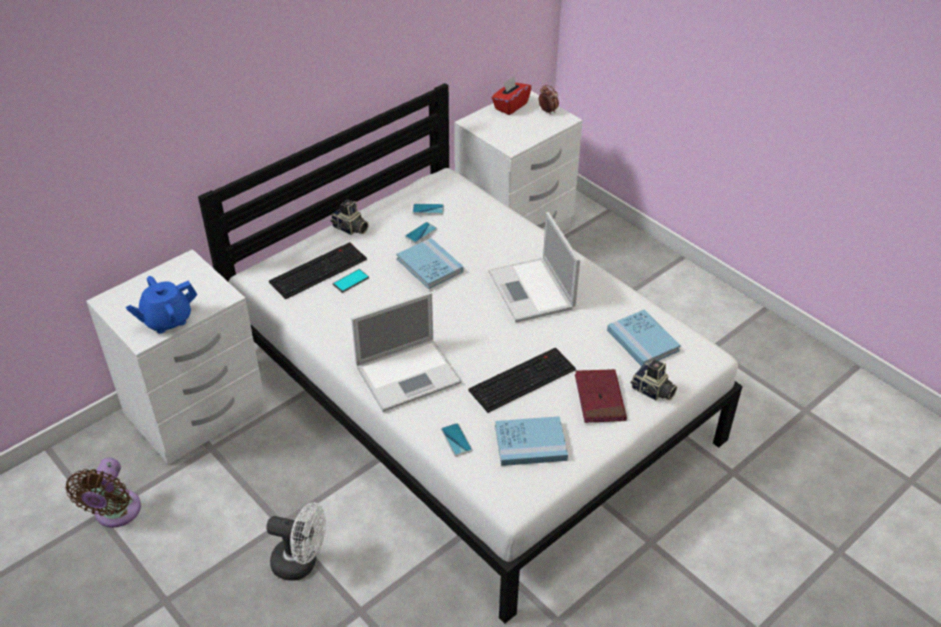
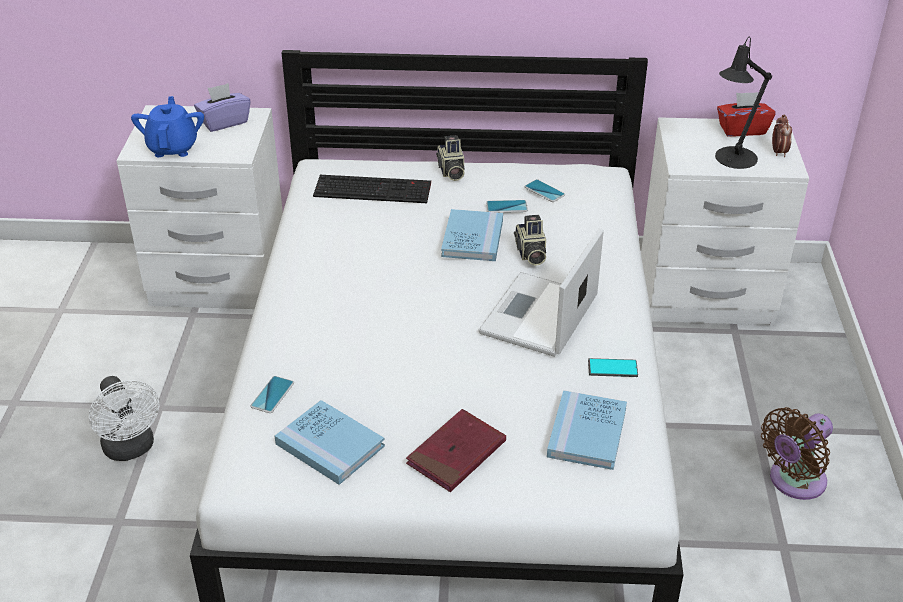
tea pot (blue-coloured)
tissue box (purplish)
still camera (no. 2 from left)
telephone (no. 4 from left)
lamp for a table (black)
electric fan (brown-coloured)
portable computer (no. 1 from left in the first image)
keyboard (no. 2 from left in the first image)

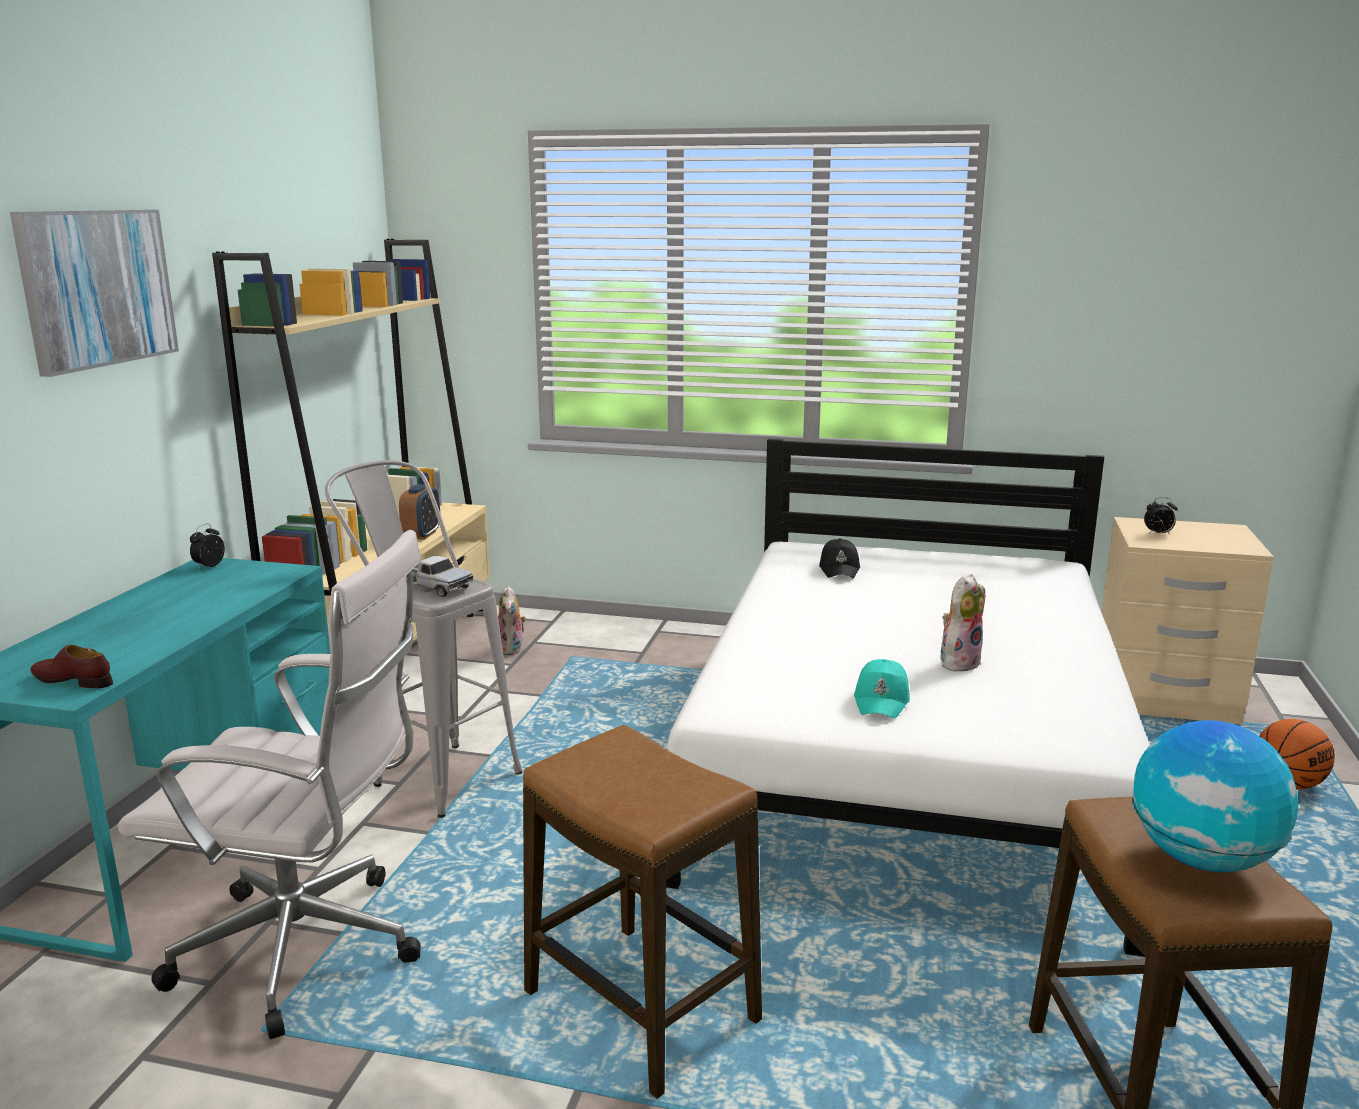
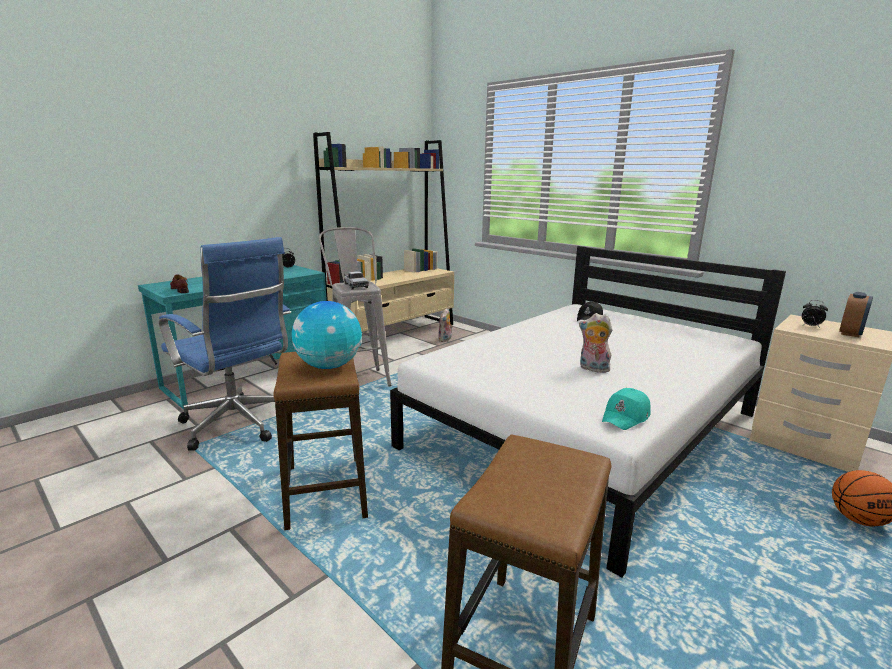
desk chair (blue-coloured)
world globe
cuddly toy (no. 2 from left)
cap (blue-green)
bedside clock (no. 3 from left)
picture

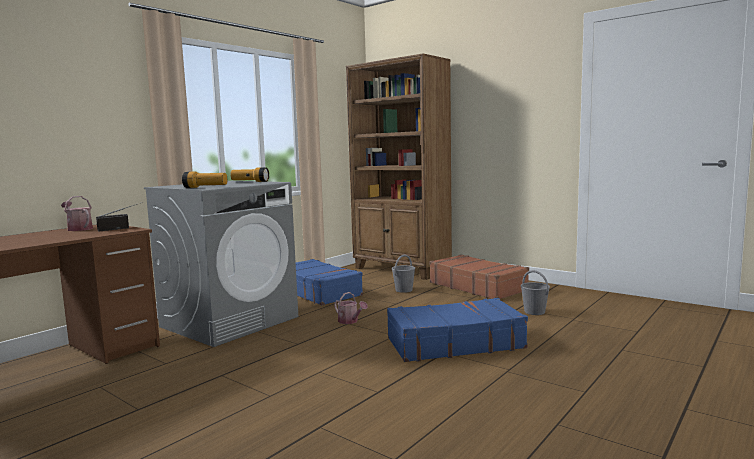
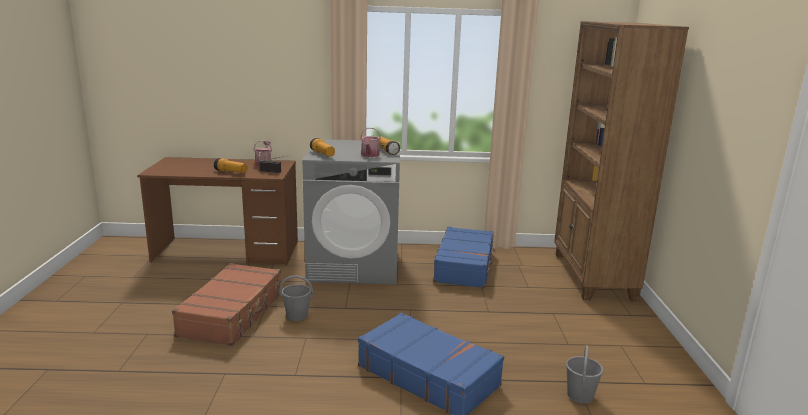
travel case (brown-coloured)
torch (no. 1 from left)
pail (gray) (no. 1 from left)
watering pot (no. 2 from left)

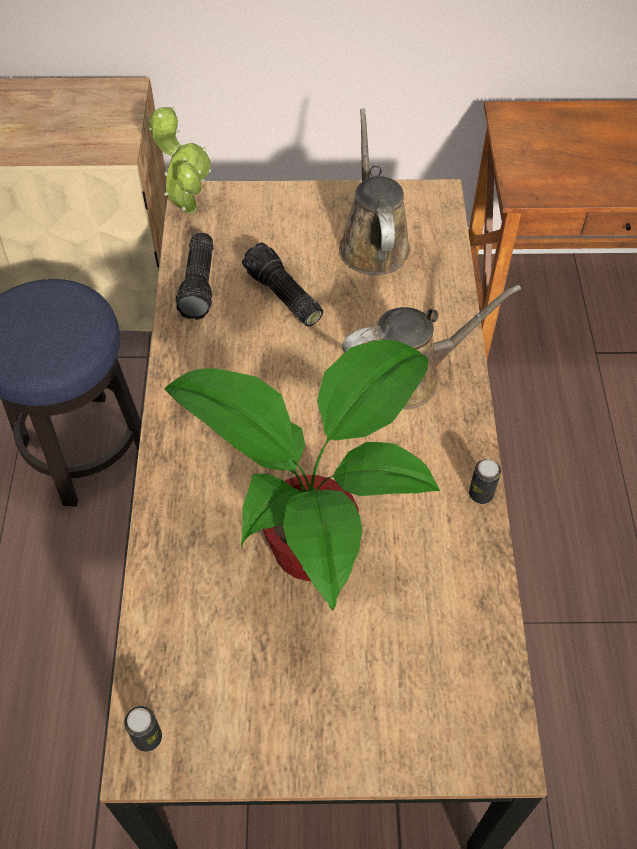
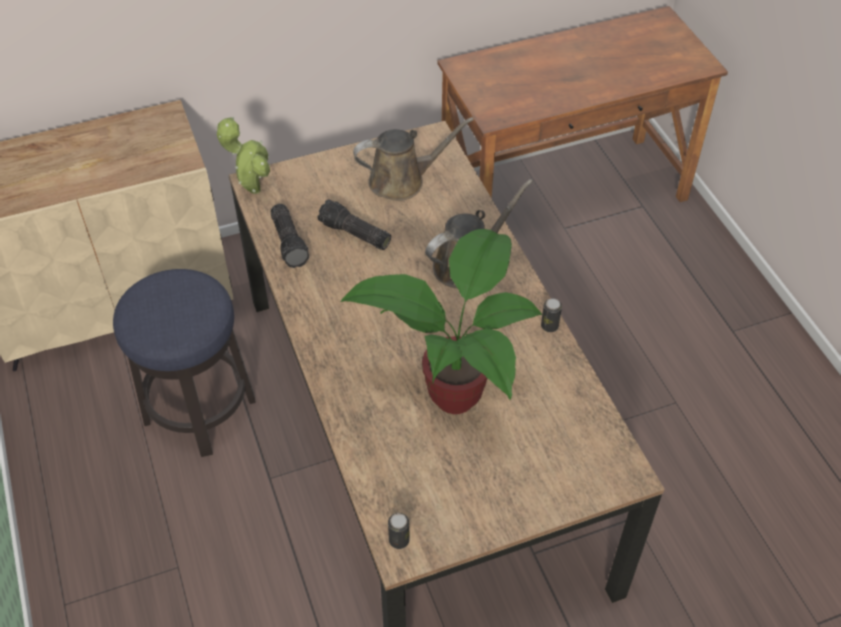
watering pot (brown-coloured) (no. 1 from left)

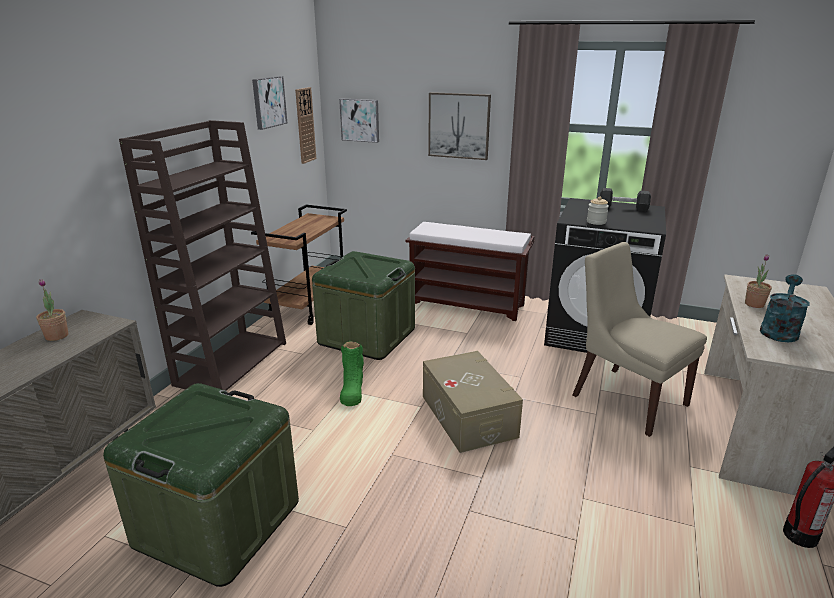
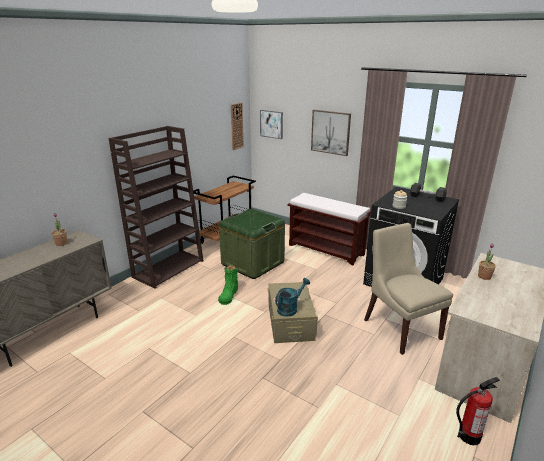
watering pot (blue-green)
storage container (greenish) (no. 1 from left in the first image)
picture (no. 1 from left in the first image)

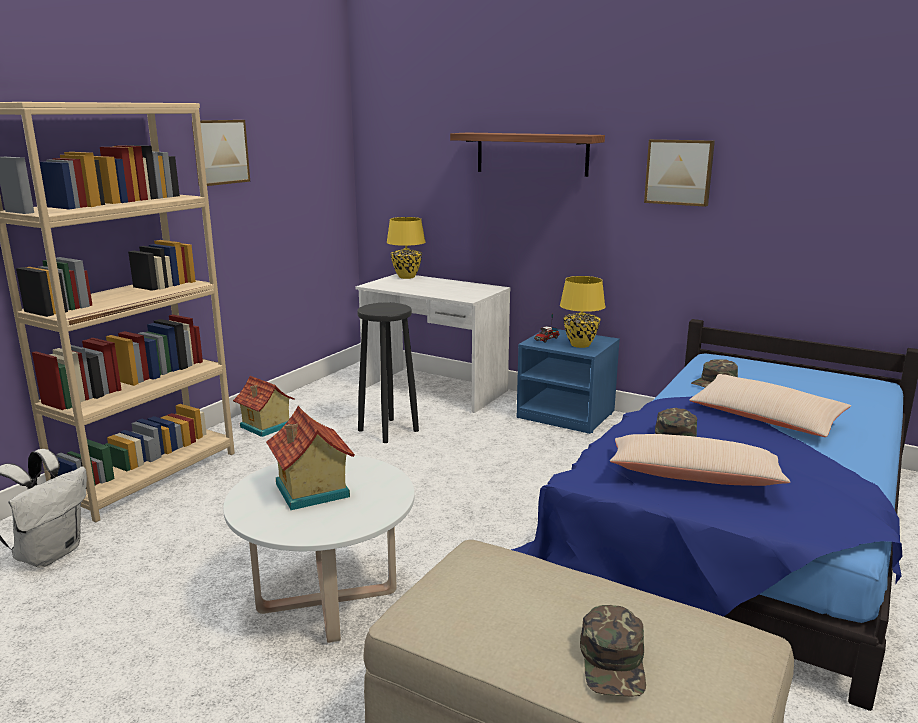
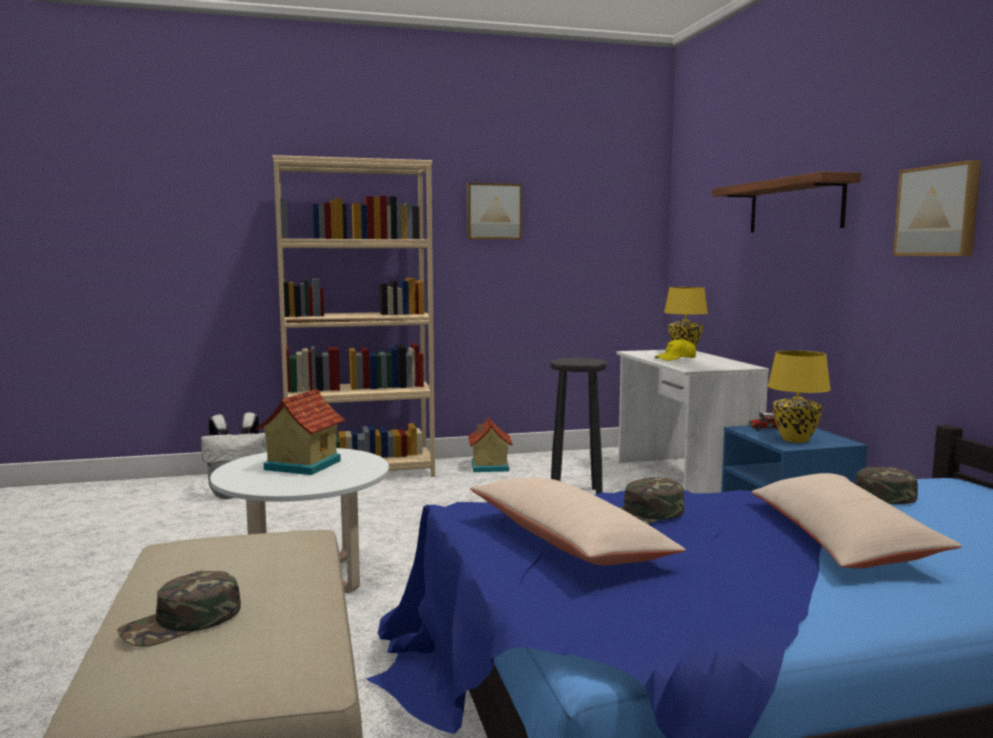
cap (yellow)

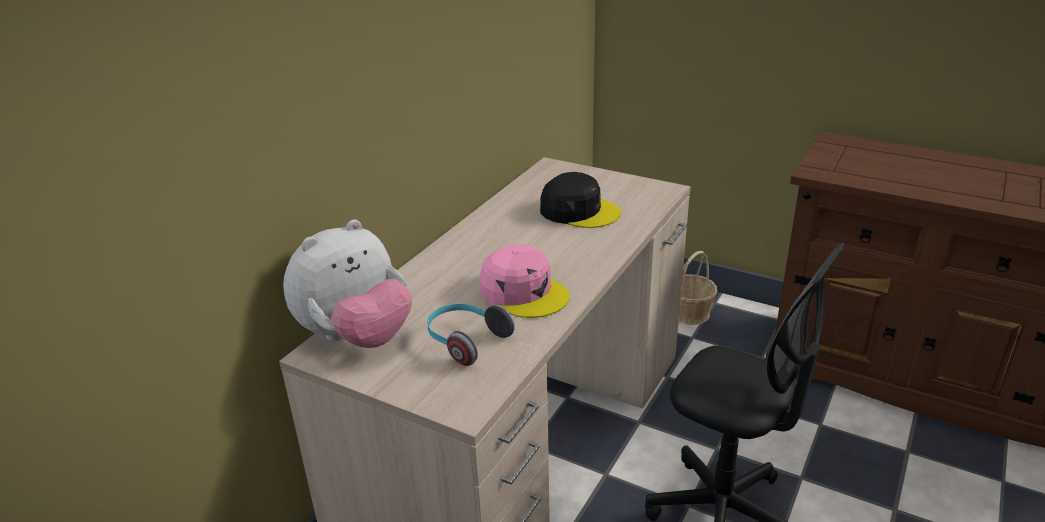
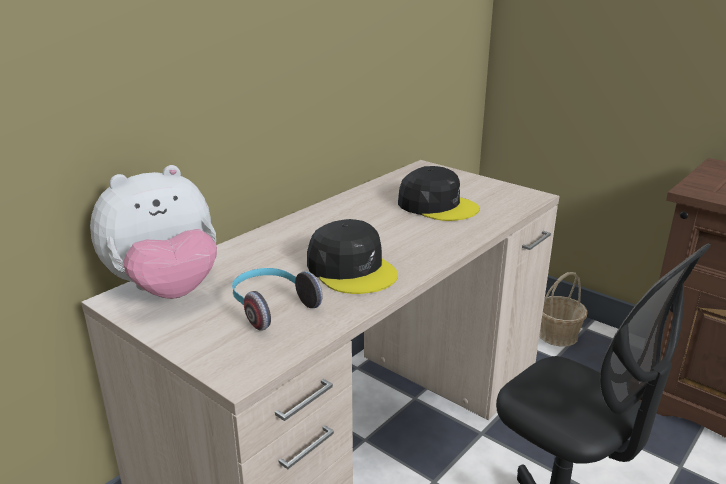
cap (black) (no. 1 from left)

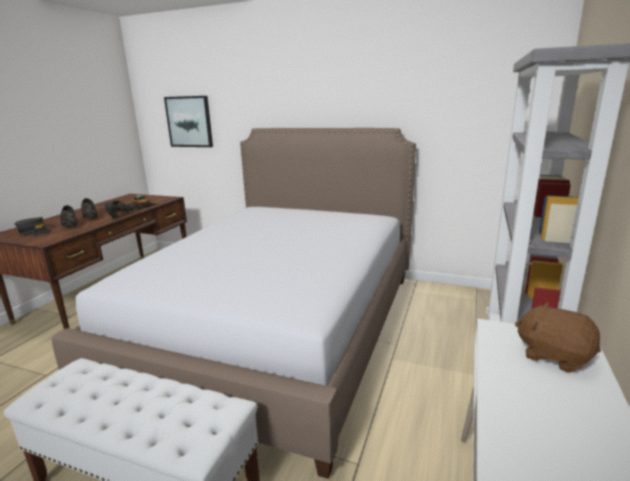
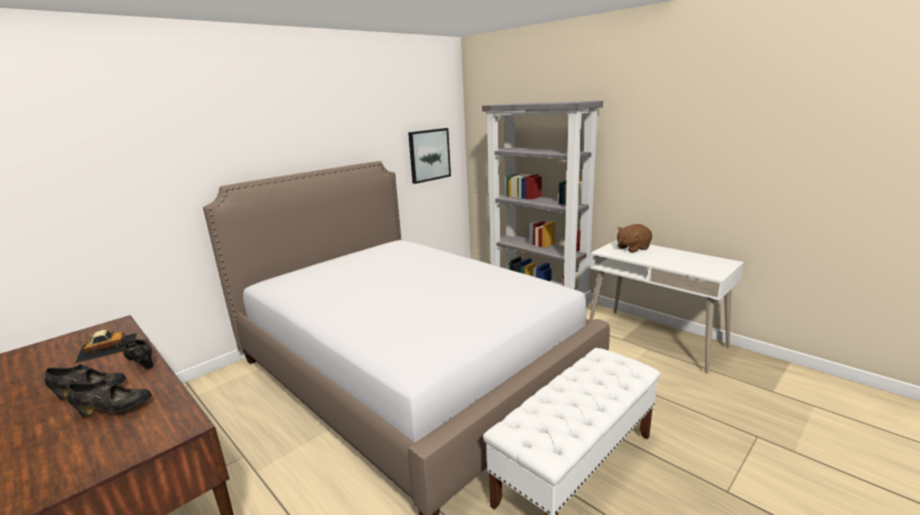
picture
cap (gray)

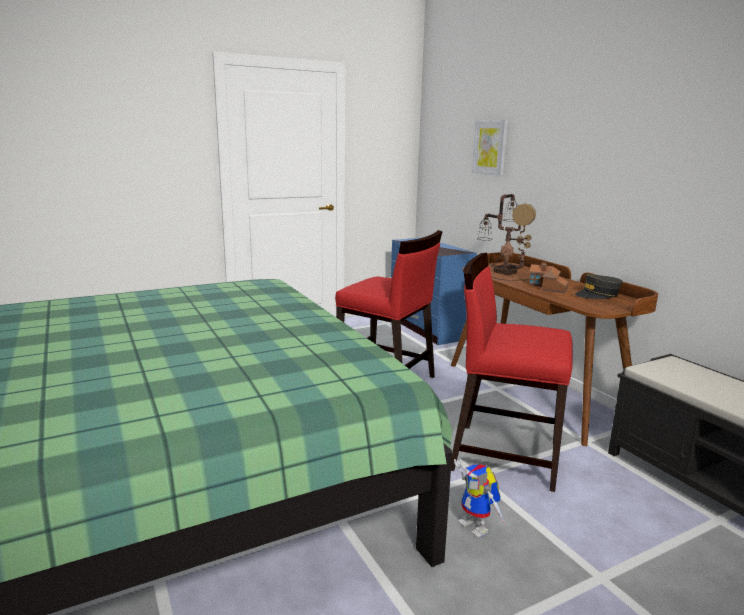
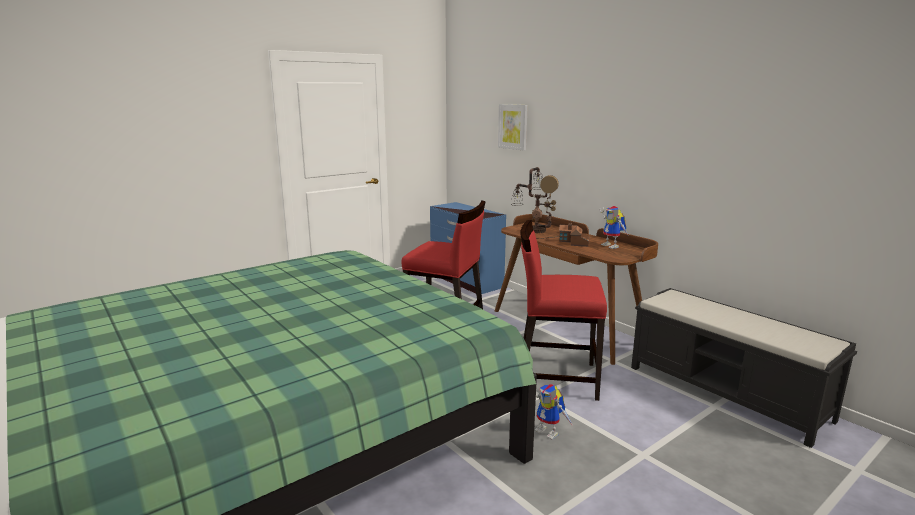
robot figure (no. 2 from left)

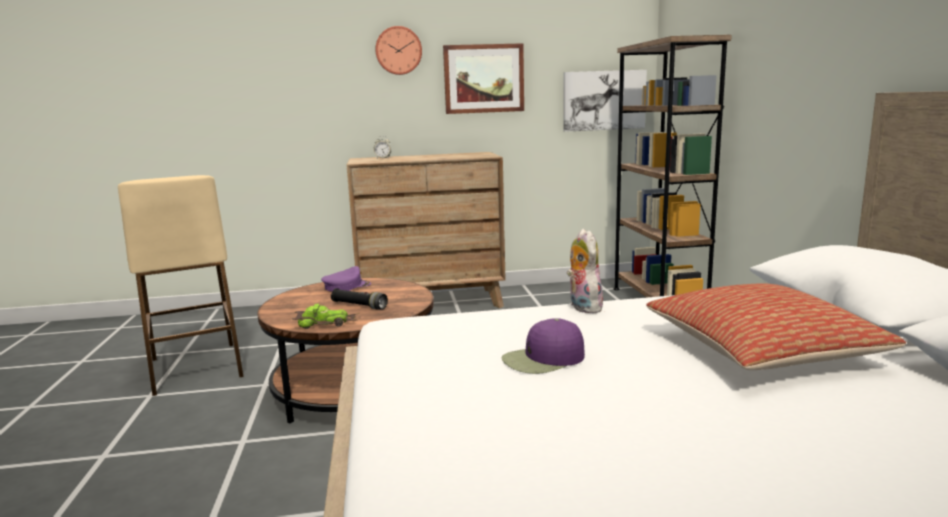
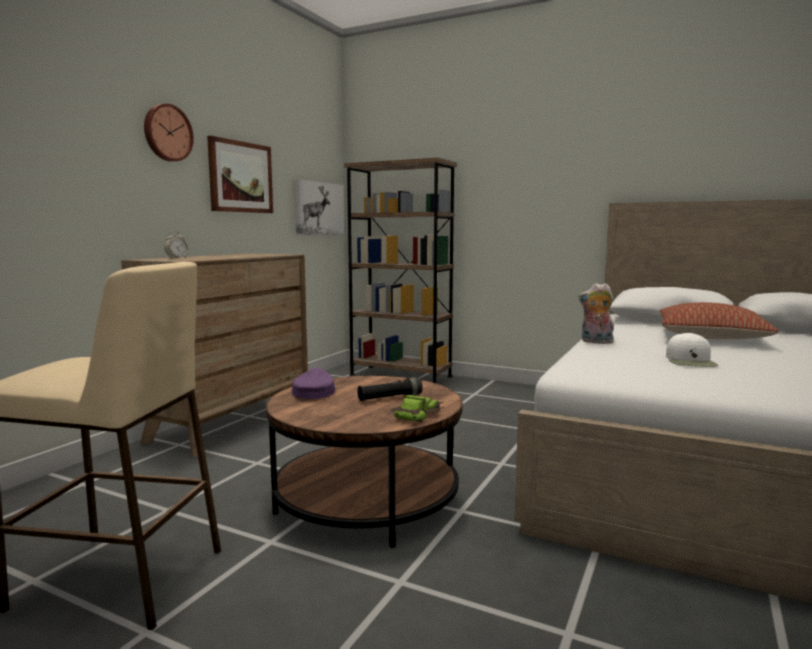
cap (white-coloured)

